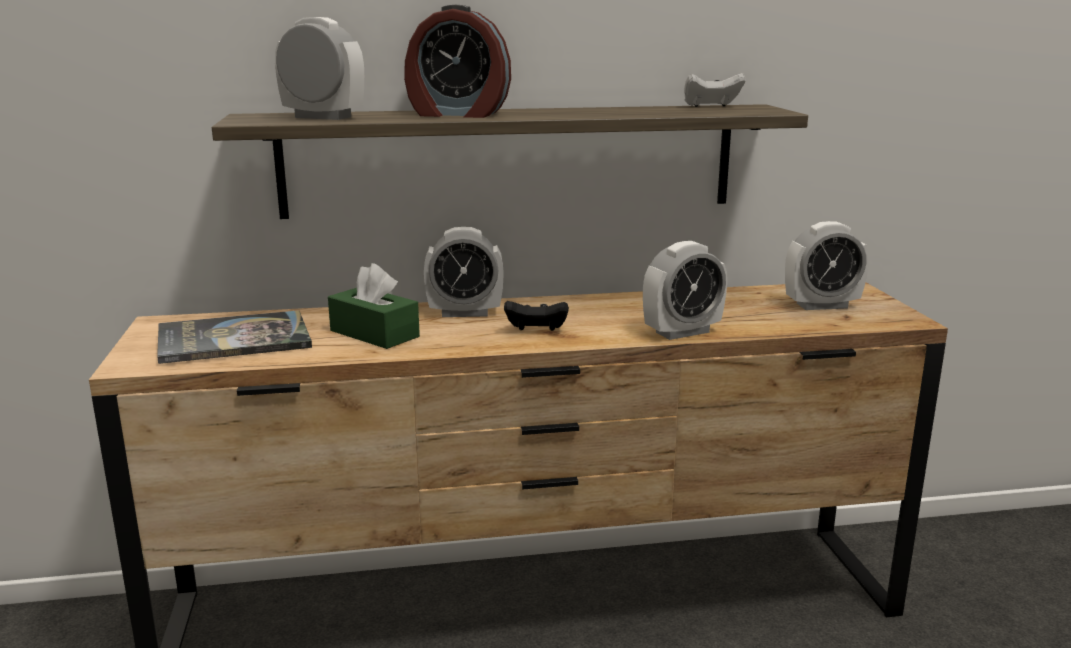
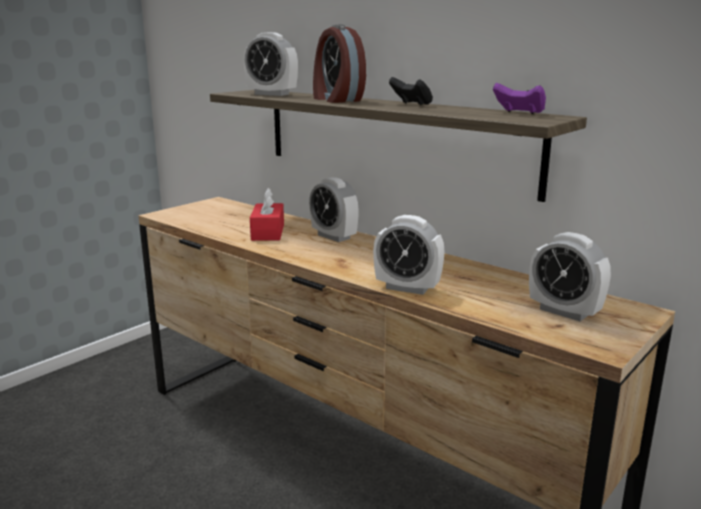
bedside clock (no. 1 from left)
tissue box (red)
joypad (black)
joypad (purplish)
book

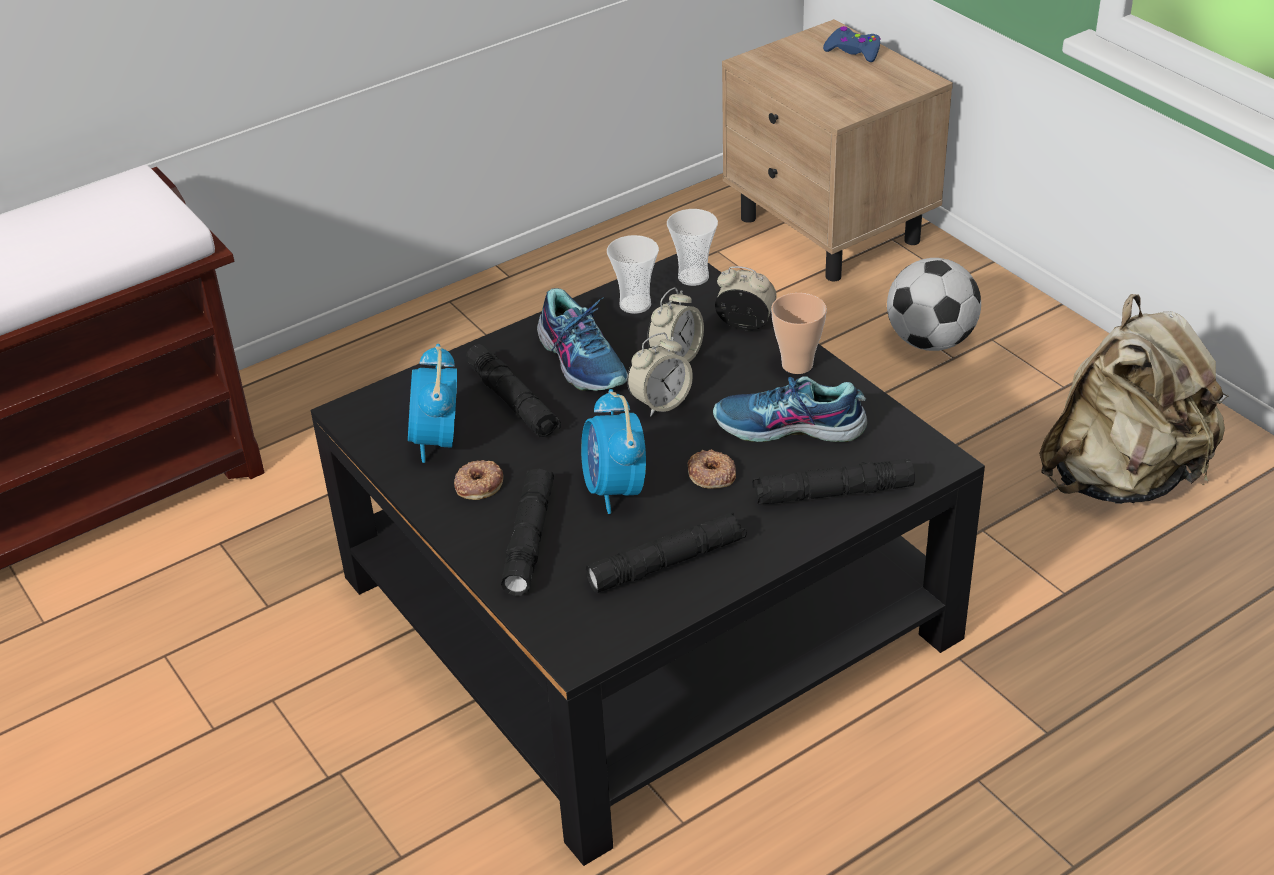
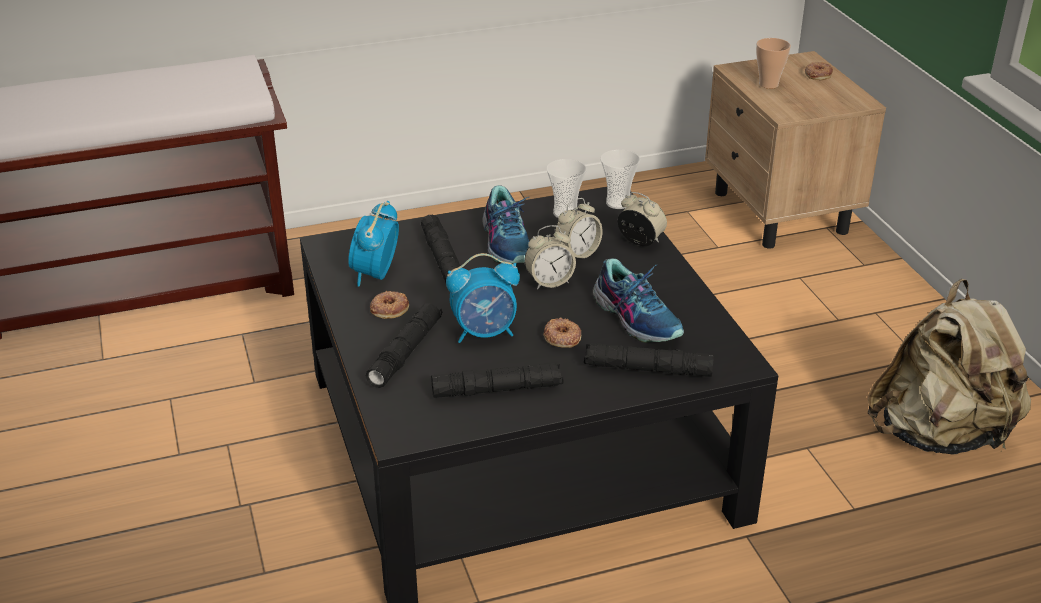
bedside clock (no. 2 from left)
shoe (no. 2 from left)
drinking cup (no. 3 from left)
ring doughnut (no. 3 from left)
football ball

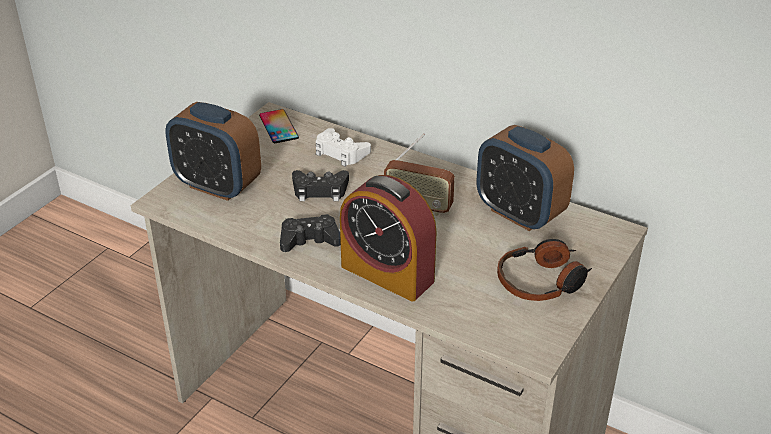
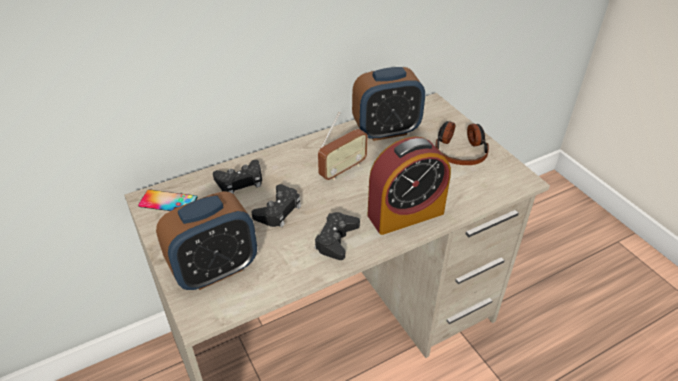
joypad (black) (no. 1 from left)

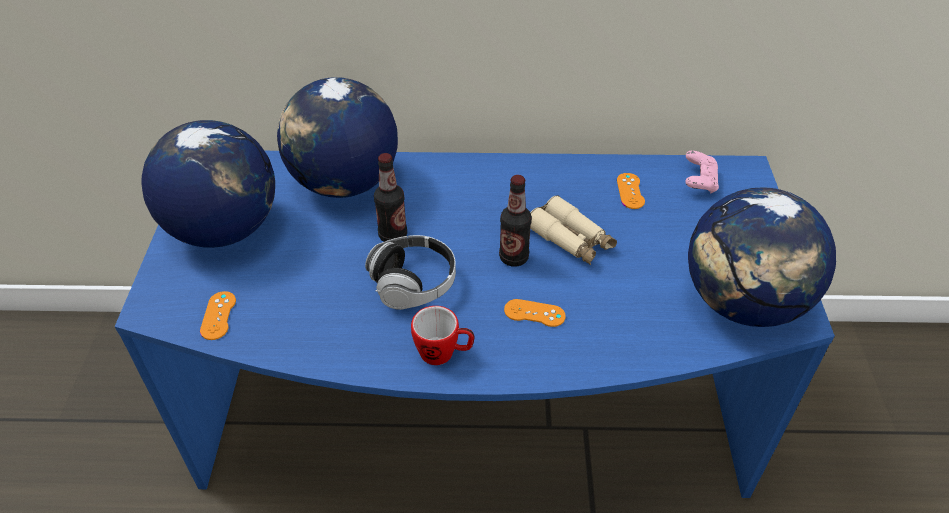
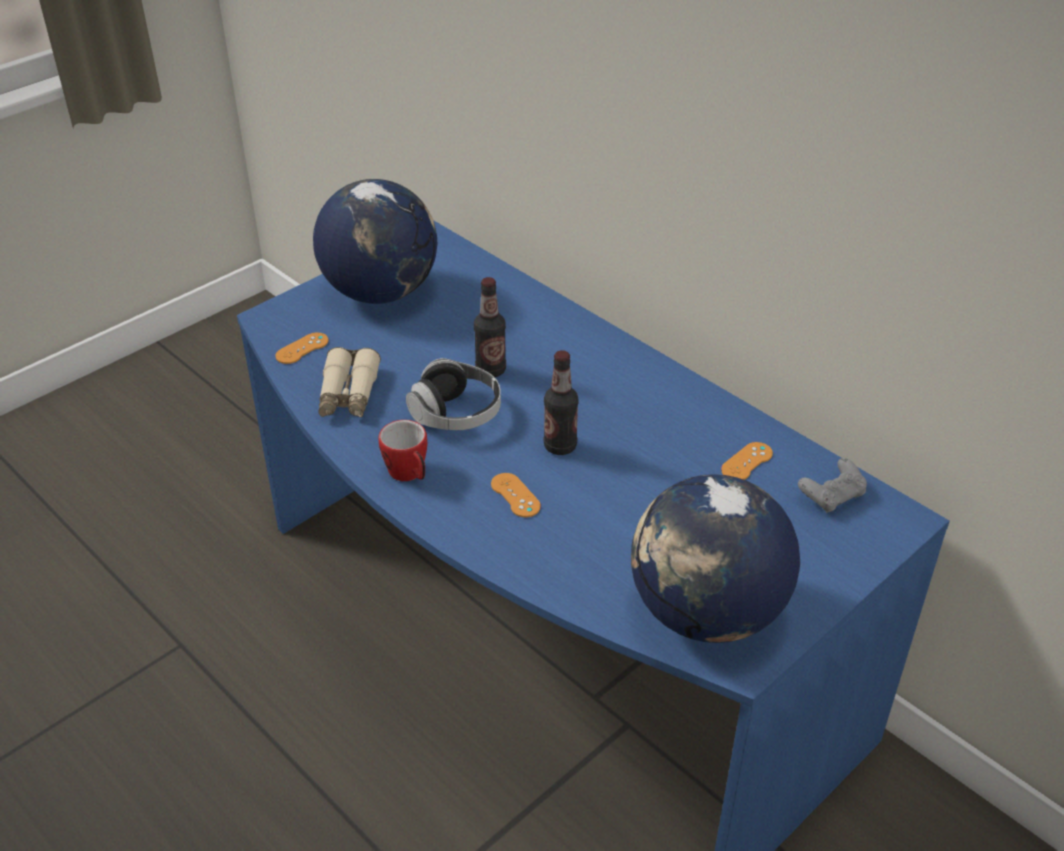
field glasses (beige-coloured)
joypad (gray)
world globe (no. 2 from left in the first image)

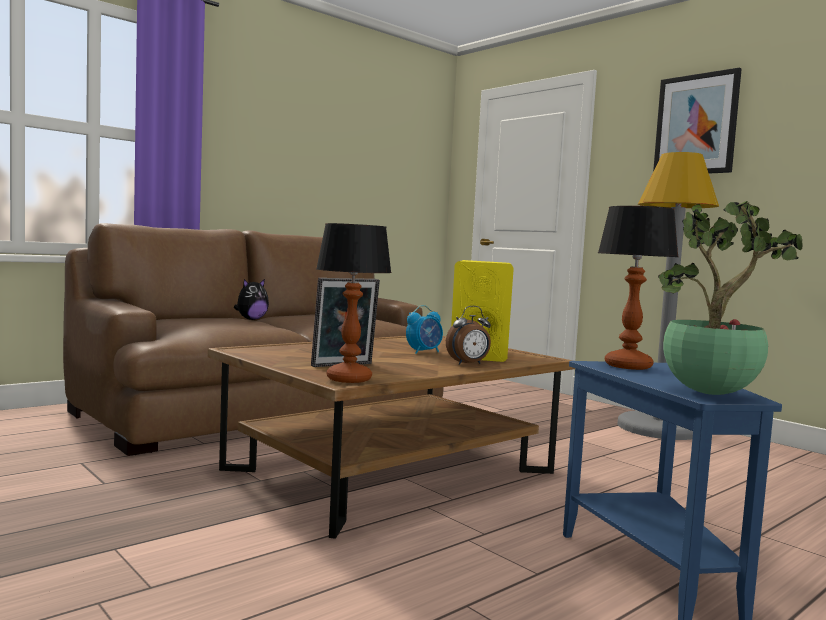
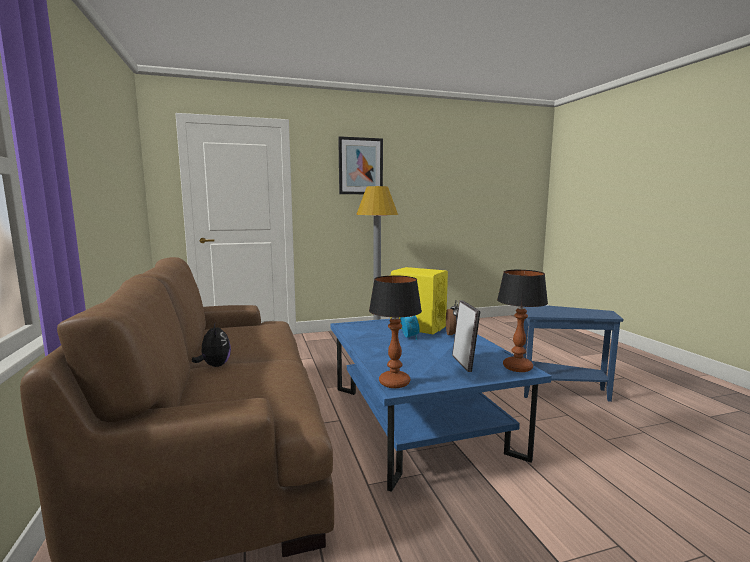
lounge table (blue-coloured)
lamp for a table (no. 1 from left)
plant in a pot

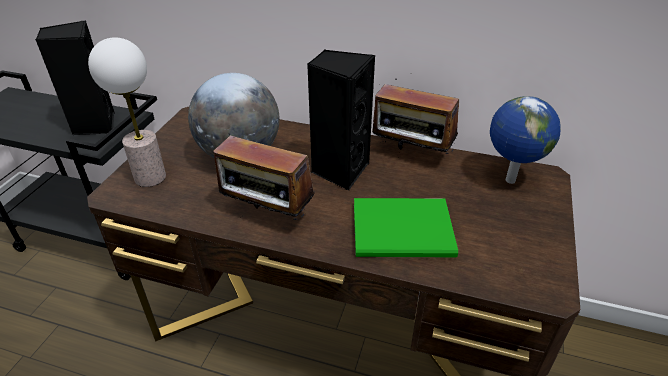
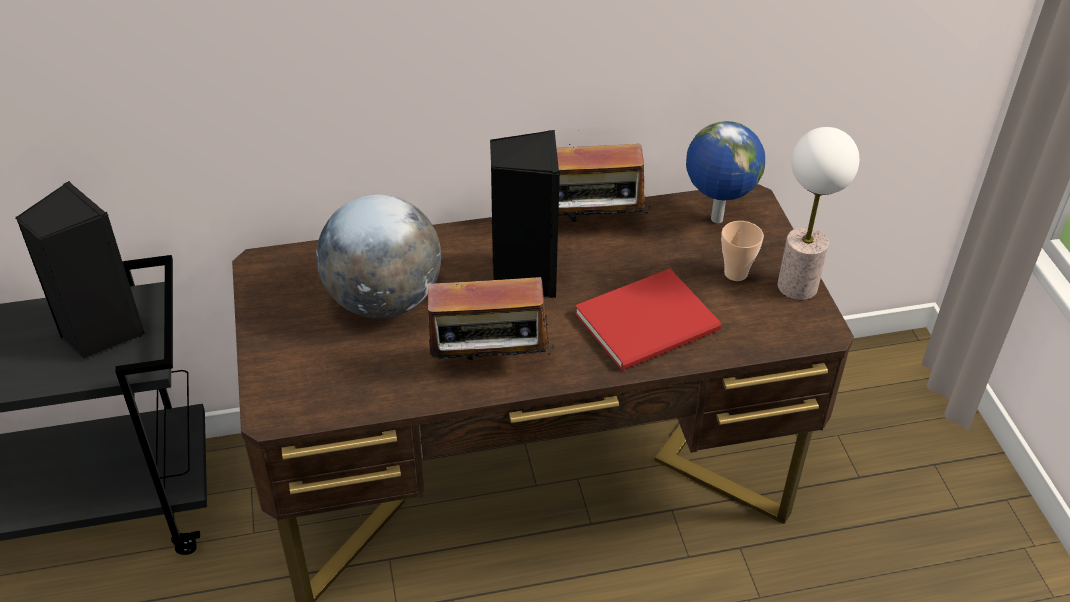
book (red)
drinking cup
lamp for a table

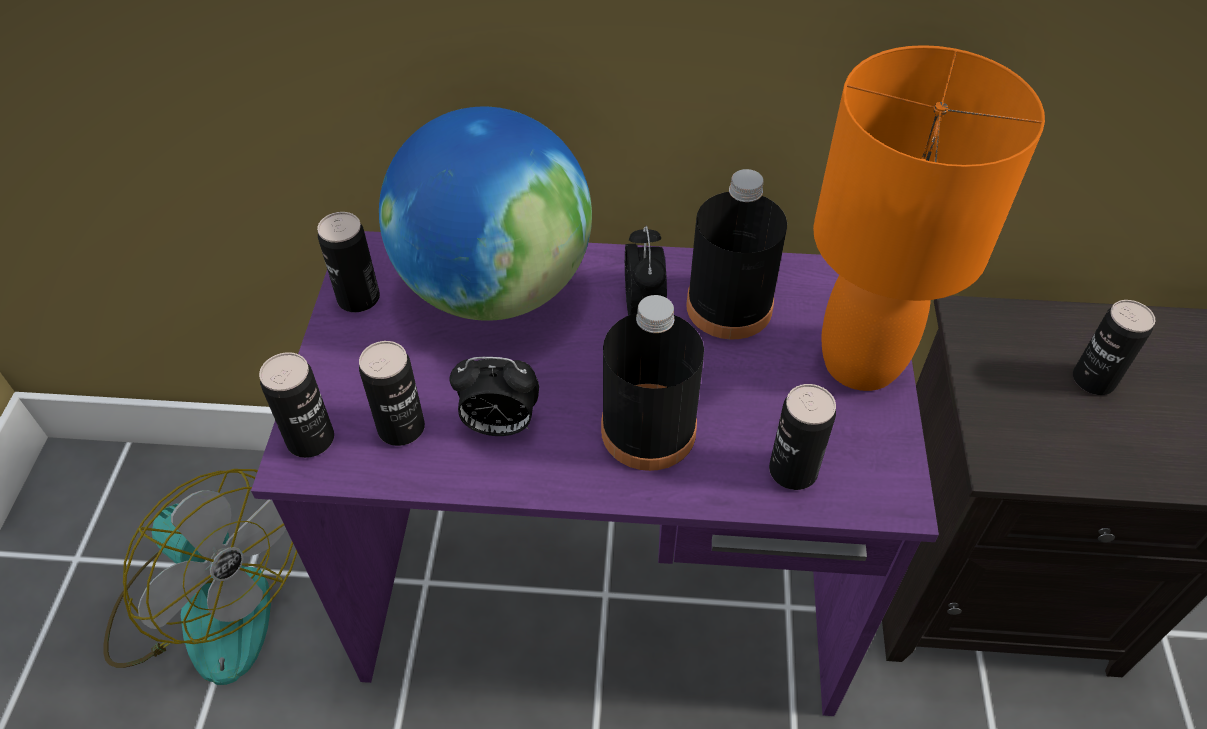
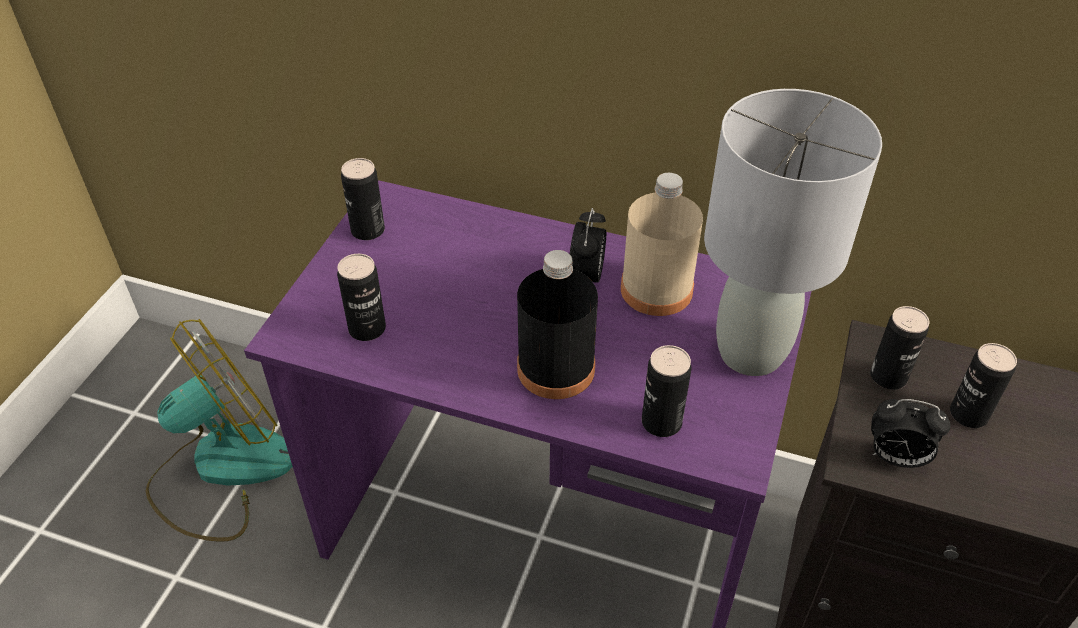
electric fan
bottle (beige-coloured)
lamp for a table (gray)
can (no. 4 from left)
bedside clock (no. 2 from left)
world globe

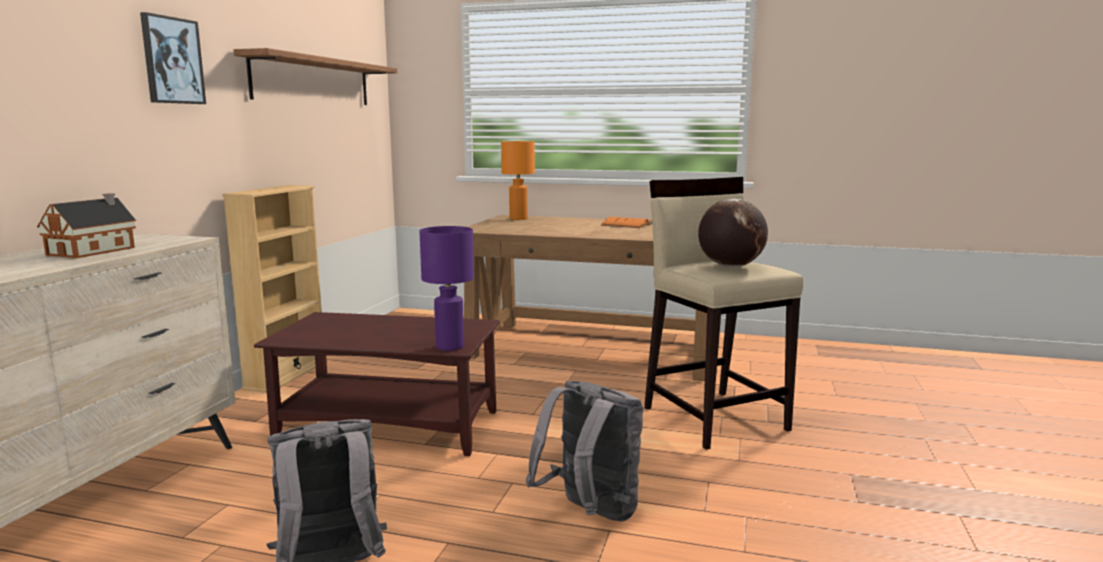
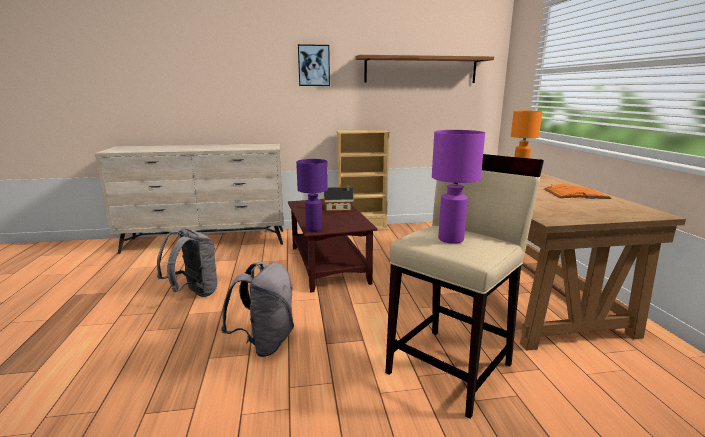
miniature house
lamp for a table (purplish) (no. 2 from left)

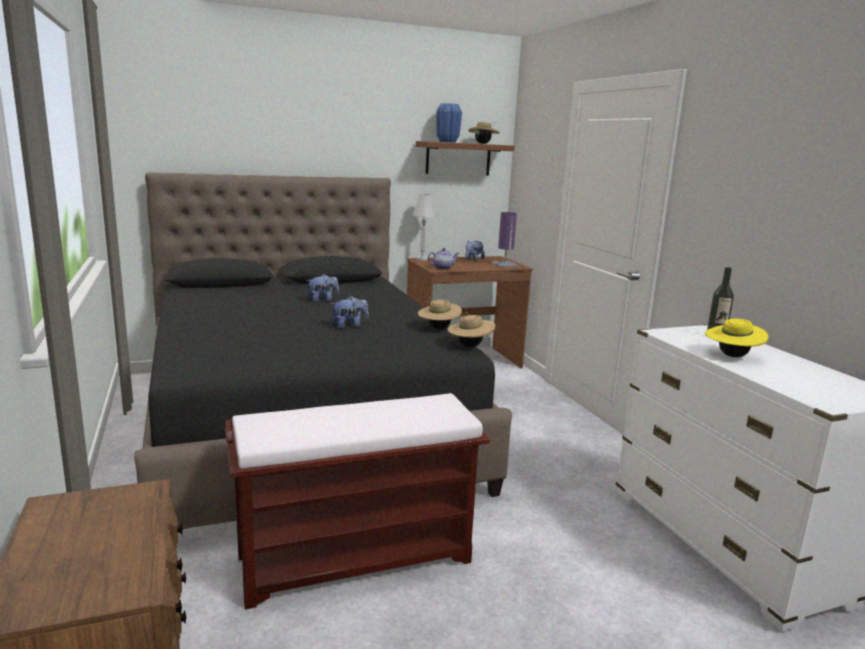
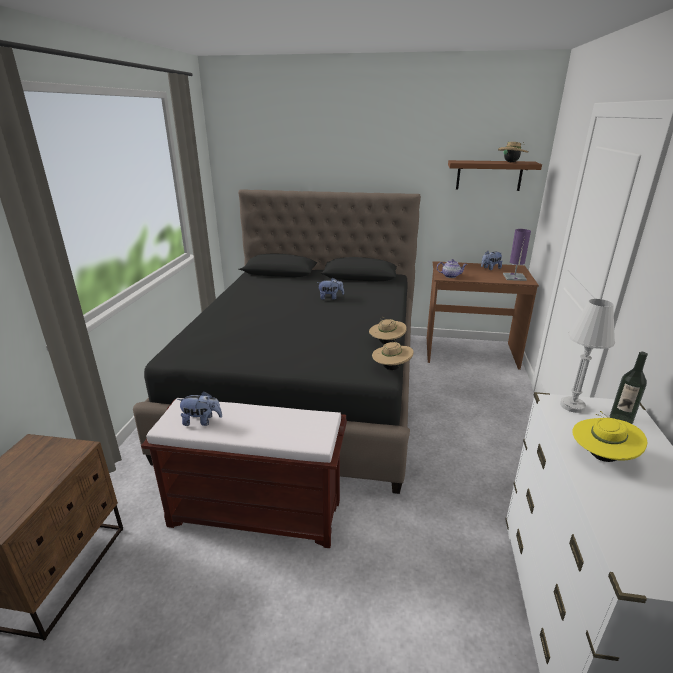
cuddly toy (no. 1 from left)
lamp for a table (white-coloured)
flower vase (blue-coloured)

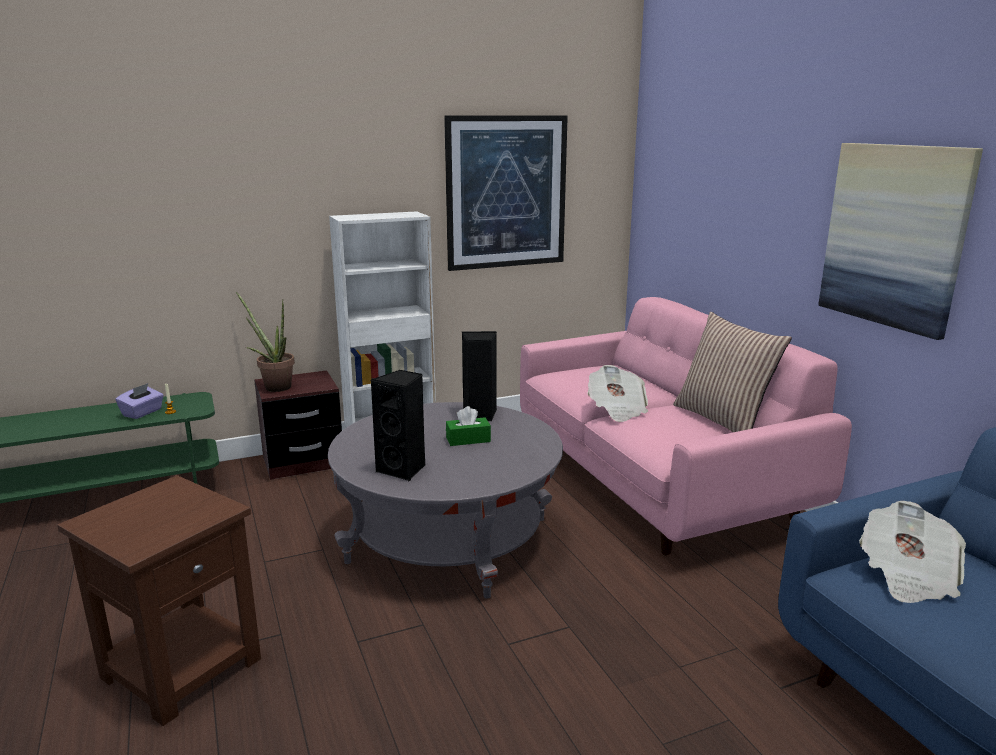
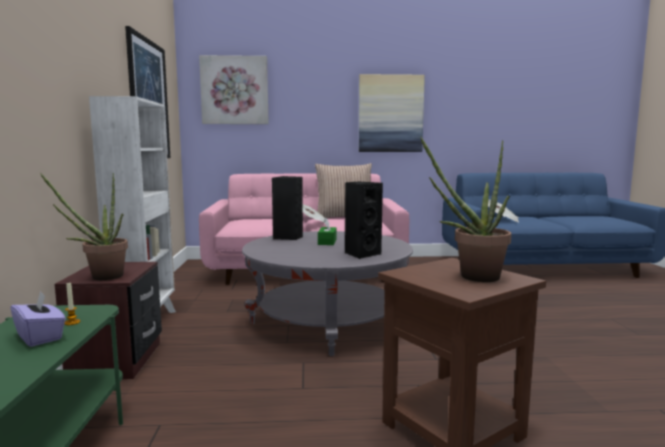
picture (no. 2 from left)
plant in a pot (no. 2 from left)

